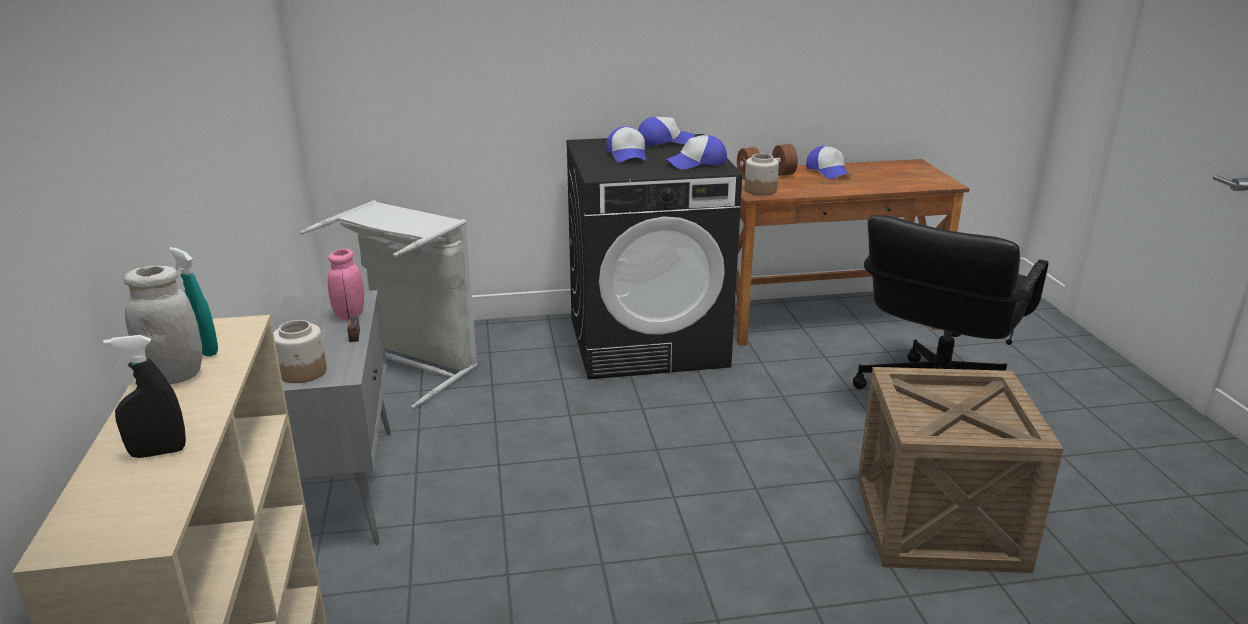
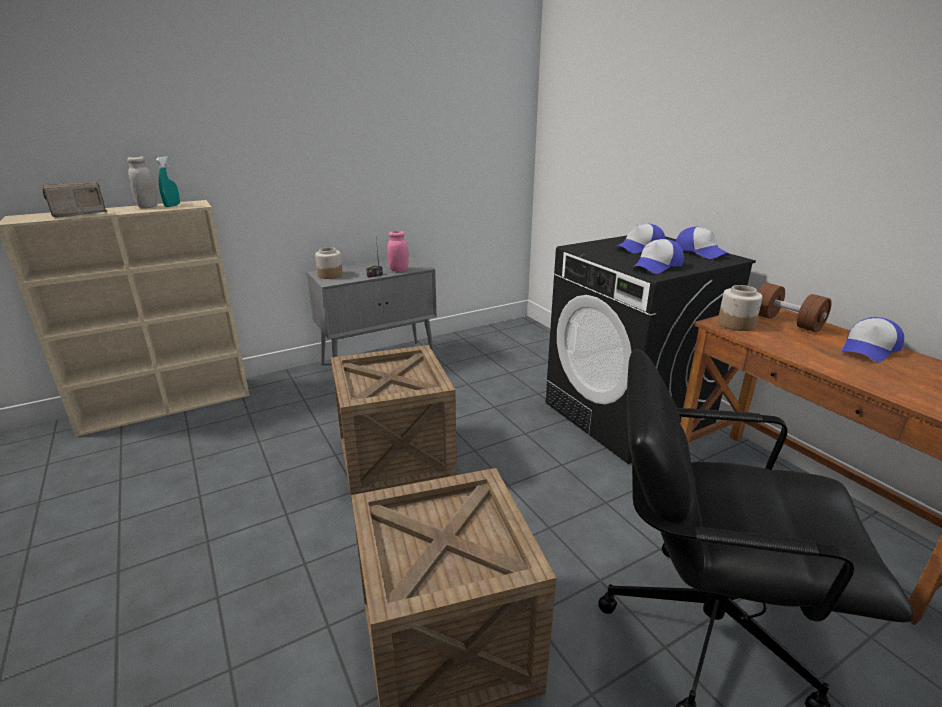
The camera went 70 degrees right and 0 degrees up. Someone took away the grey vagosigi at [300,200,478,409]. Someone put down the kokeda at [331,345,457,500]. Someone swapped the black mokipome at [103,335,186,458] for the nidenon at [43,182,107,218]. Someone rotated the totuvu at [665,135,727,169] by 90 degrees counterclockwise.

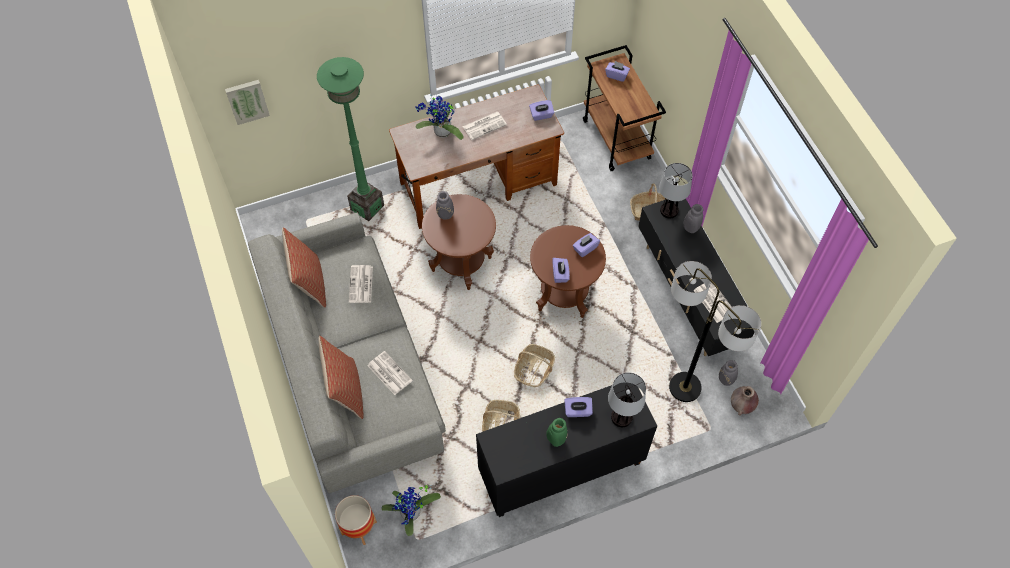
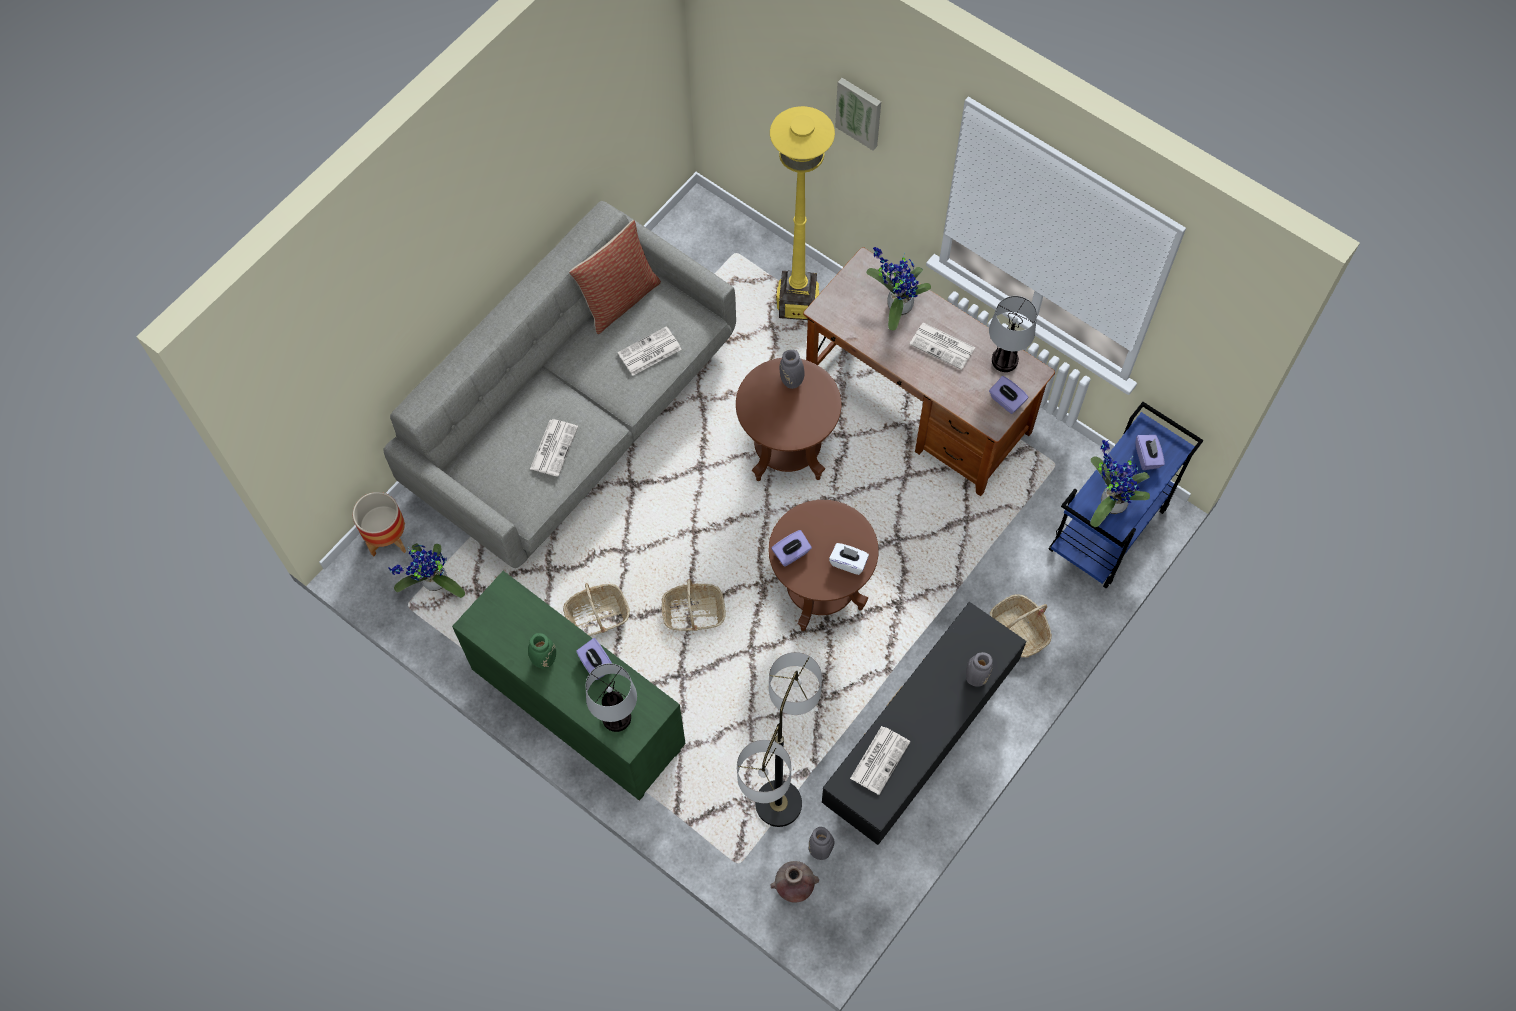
The camera went 60 degrees right and 5 degrees up. Someone took away the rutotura at [319,336,364,419]. Someone put down the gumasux at [1090,440,1150,527]. Someone carried the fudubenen from [225,80,270,125] to [835,78,881,150]. Someone carried the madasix from [659,163,693,218] to [989,296,1037,372]. Someone repainted the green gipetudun at [317,57,384,221], which became the yellow gipetudun at [770,106,835,320]. Someone repainted the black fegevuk at [476,382,657,517], which became the green fegevuk at [452,571,686,800]. Someone repainted the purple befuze at [573,233,600,257], which became the white befuze at [829,543,869,575]. Someone repainted the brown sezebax at [583,45,666,171], which became the blue sezebax at [1048,402,1204,588].

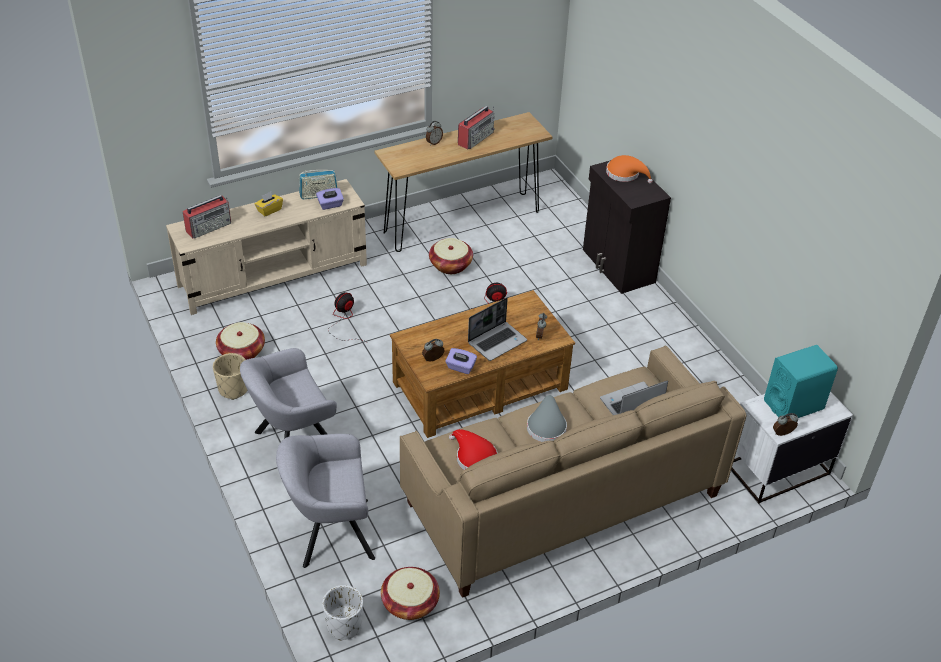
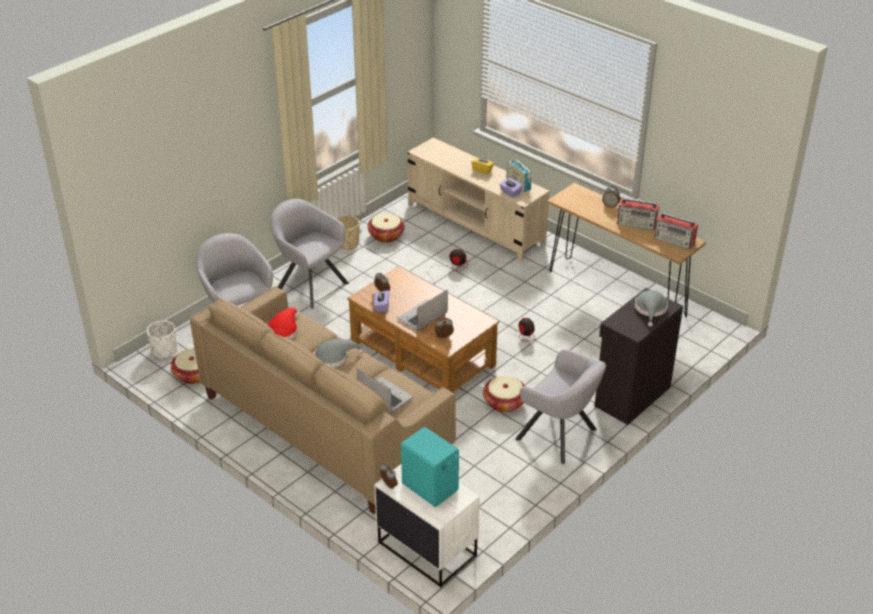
The camera went 70 degrees right and 5 degrees down. Someone put down the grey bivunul at [515,349,606,464]. Someone carried the nidenon from [182,195,231,239] to [654,213,698,249]. Someone carried the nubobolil from [429,238,473,274] to [483,376,525,412]. Someone repainted the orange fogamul at [606,155,653,184], which became the grey fogamul at [635,290,668,327]. Someone rotated the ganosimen at [468,298,527,361] by 105 degrees clockwise.

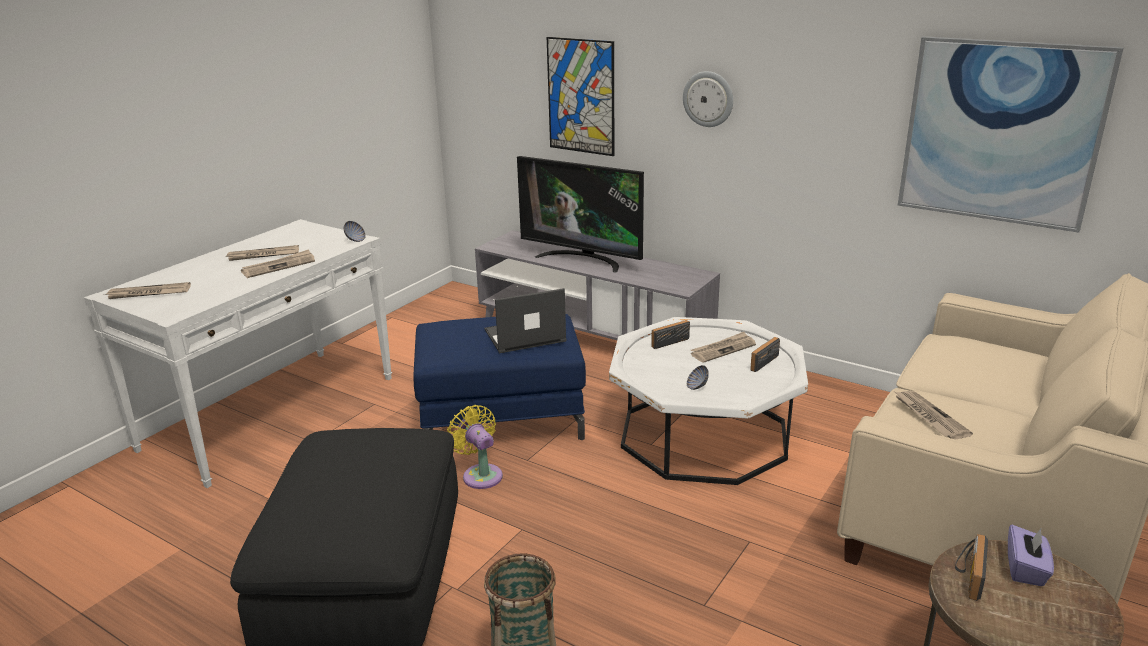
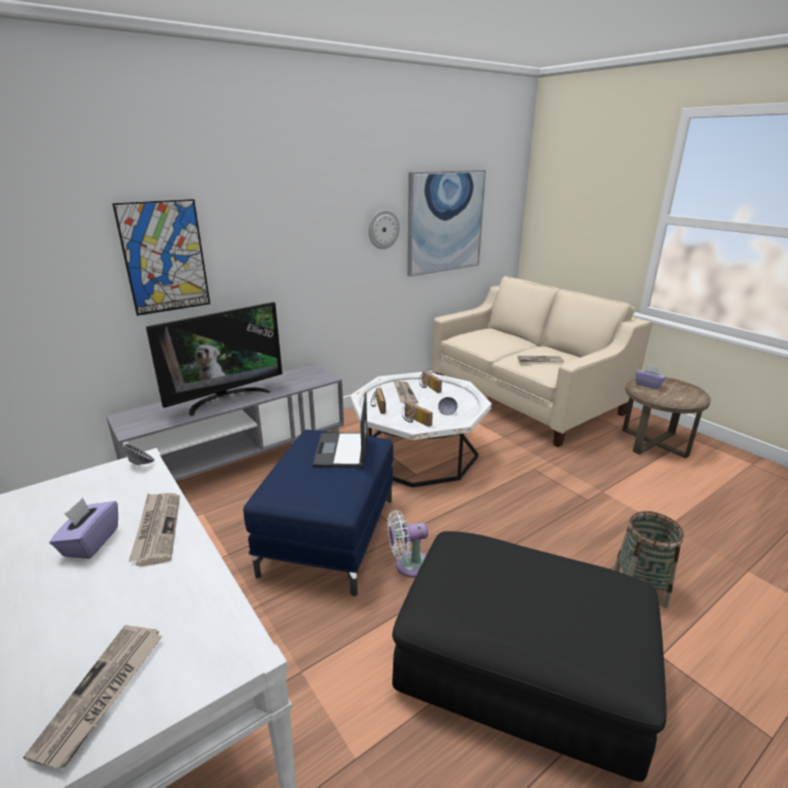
The camera went 70 degrees left and 0 degrees up. Someone carried the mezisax from [683,71,733,127] to [368,209,400,249]. Someone carried the nidenon from [955,534,988,601] to [402,402,433,427]. Someone swapped the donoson at [225,245,299,261] for the purple befuze at [50,498,118,559]. Someone repainted the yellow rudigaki at [447,405,503,489], which became the white rudigaki at [388,510,428,578].

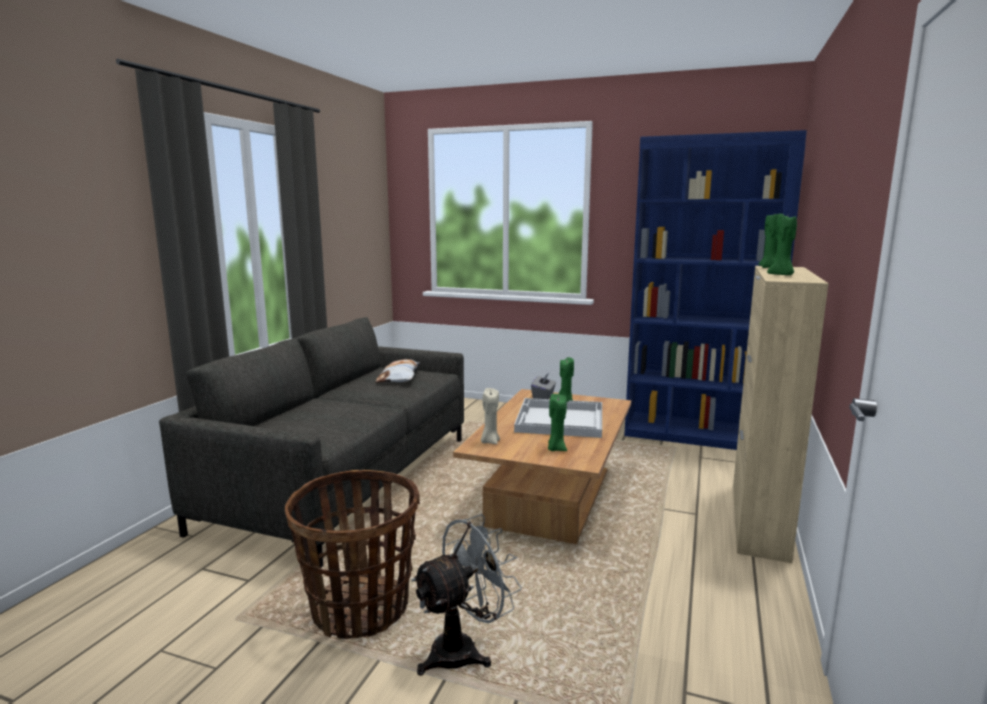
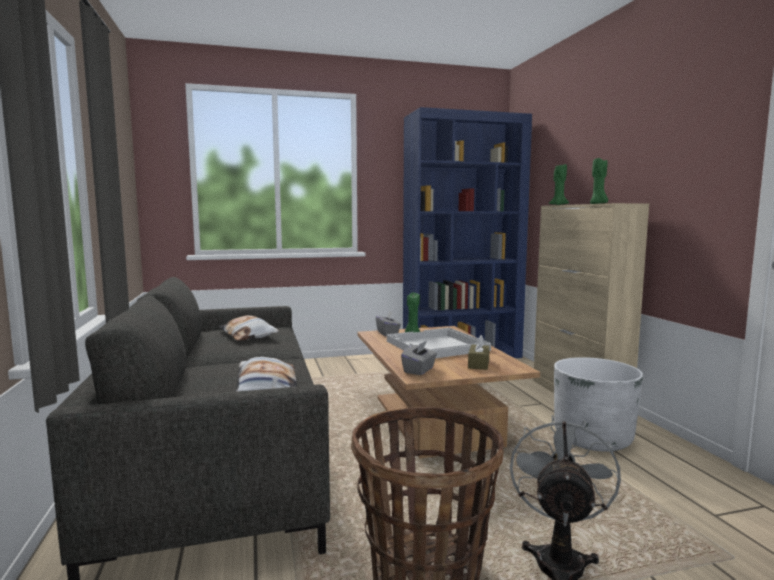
The camera went 35 degrees left and 5 degrees down. Someone put down the rutotura at [236,357,297,392]. Someone put down the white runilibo at [554,357,643,452]. Someone swapped the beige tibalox at [481,388,500,444] for the grey befuze at [401,341,437,375]. Someone swapped the green tibalox at [548,394,567,451] for the brown befuze at [468,335,490,370].

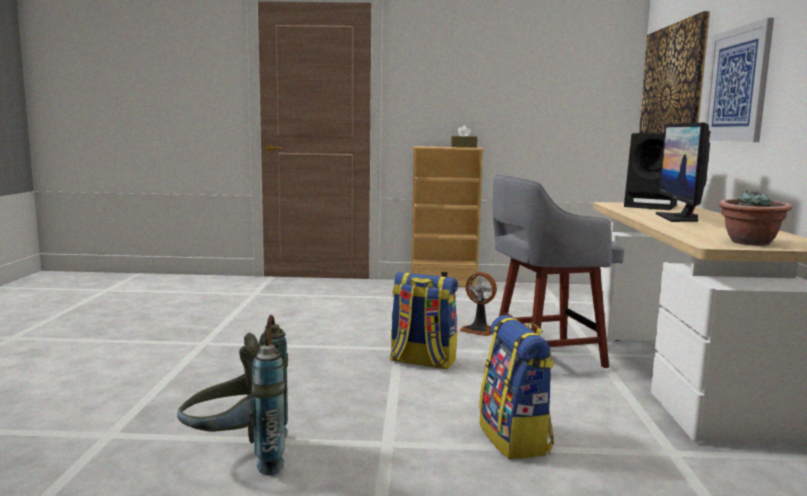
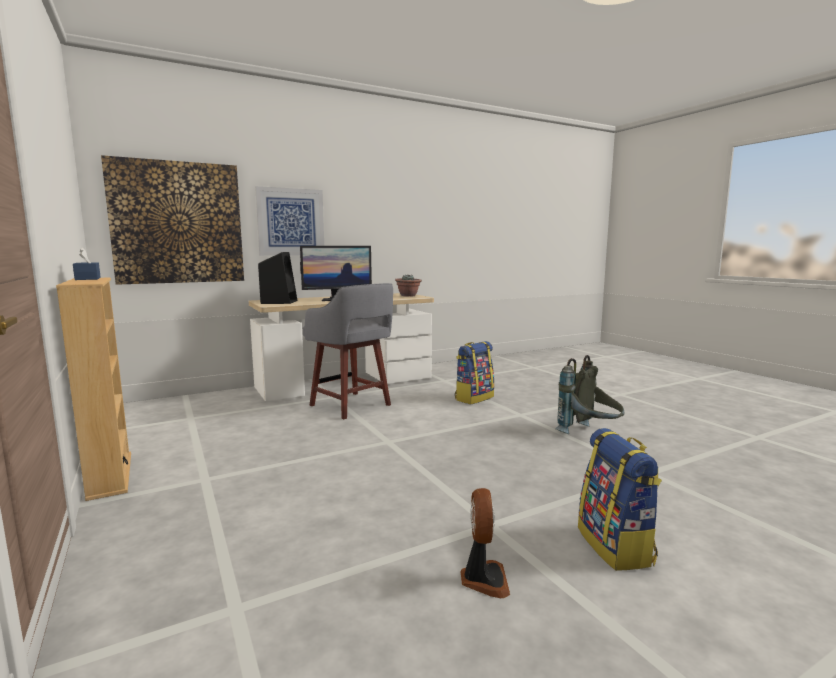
The camera went 120 degrees left and 0 degrees up. Someone carried the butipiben from [390,272,458,369] to [578,428,662,571]. Someone carried the rudigaki from [460,272,497,336] to [460,488,510,598]. Someone repainted the brown befuze at [451,125,477,148], which became the blue befuze at [73,248,100,280].

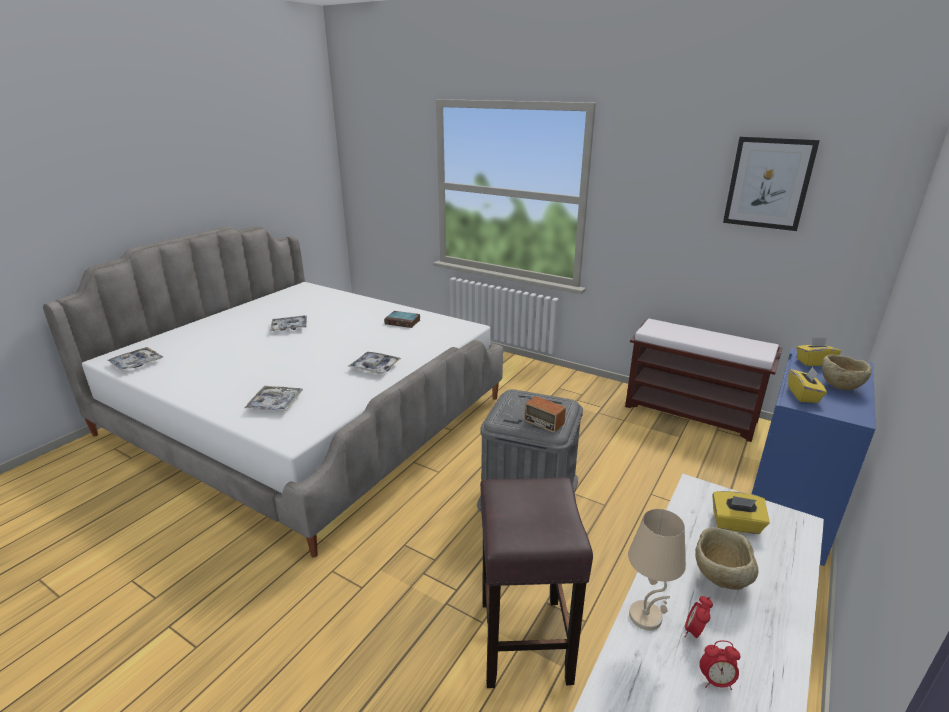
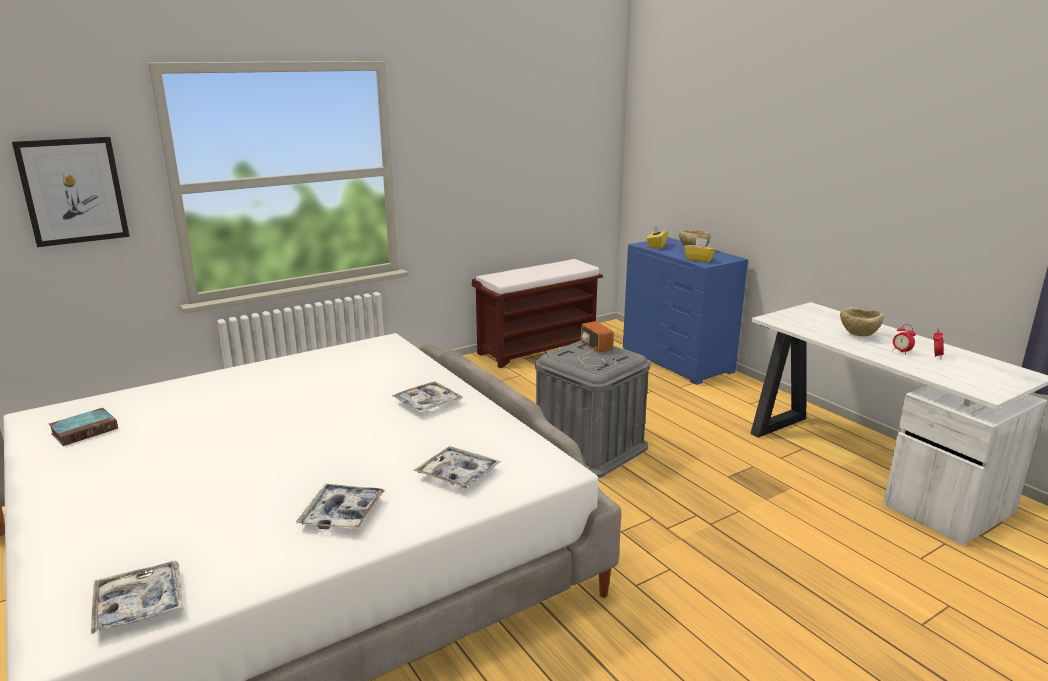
The camera went 65 degrees left and 5 degrees down. Someone took away the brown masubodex at [480,477,593,688]. Someone took away the beige madasix at [628,509,686,631]. Someone took away the yellow befuze at [712,491,770,534]. Someone carried the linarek from [270,315,307,331] to [296,484,385,529]. Someone carried the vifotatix from [384,311,420,328] to [49,408,118,446]. Someone carried the fudubenen from [723,136,820,231] to [12,137,130,247]. Someone rotated the nidenon at [508,395,566,433] by 90 degrees counterclockwise.

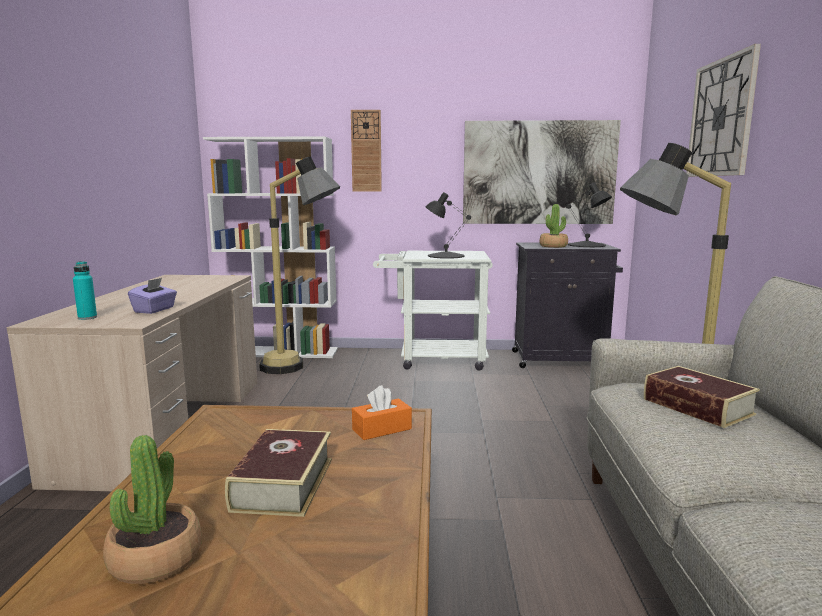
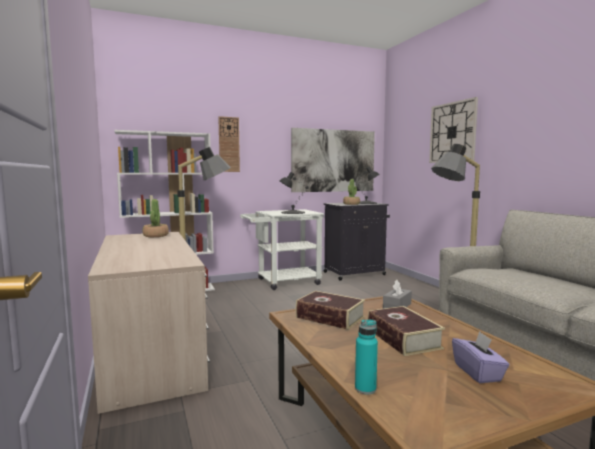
The camera went 25 degrees left and 5 degrees down. Someone carried the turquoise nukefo from [73,261,97,320] to [355,320,378,394]. Someone carried the gumasux from [103,435,202,584] to [142,199,169,237]. Someone carried the purple befuze from [128,278,177,314] to [452,331,509,383]. Someone carried the vifotatix from [644,366,760,428] to [296,291,365,330]. Someone repainted the orange befuze at [352,385,412,440], which became the grey befuze at [383,280,412,309].

